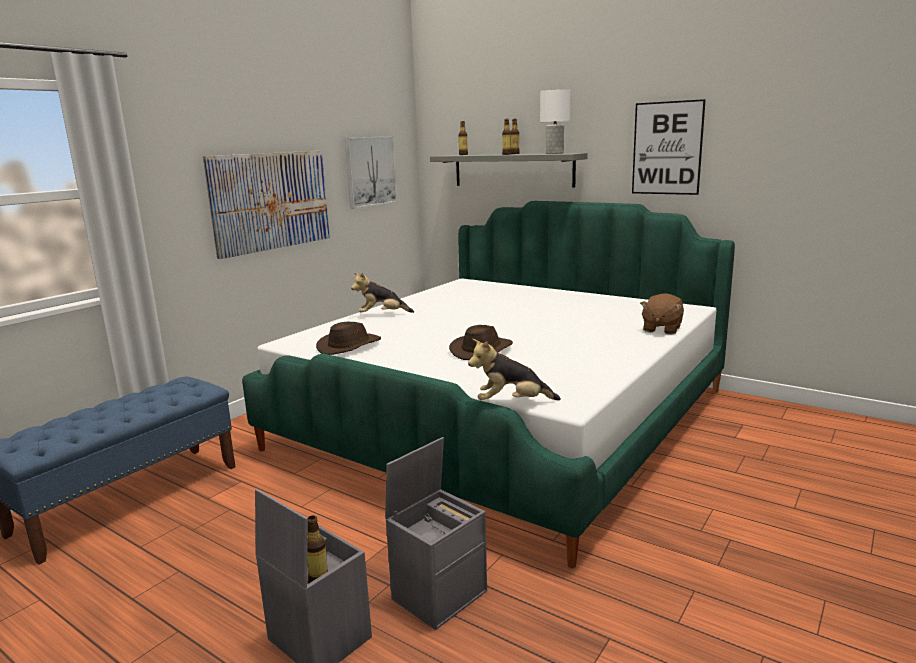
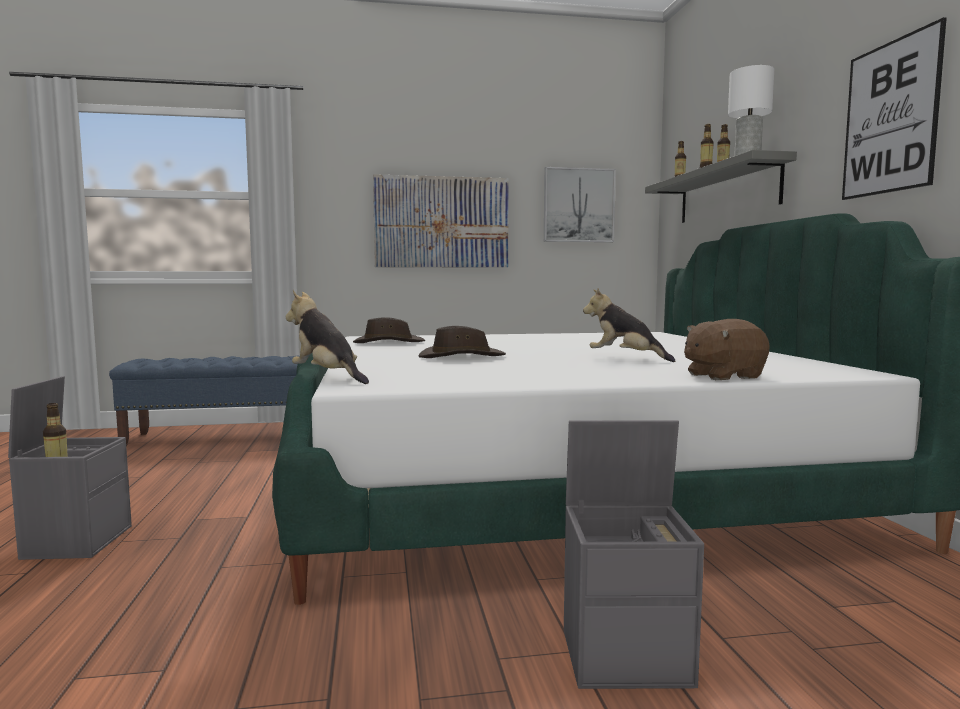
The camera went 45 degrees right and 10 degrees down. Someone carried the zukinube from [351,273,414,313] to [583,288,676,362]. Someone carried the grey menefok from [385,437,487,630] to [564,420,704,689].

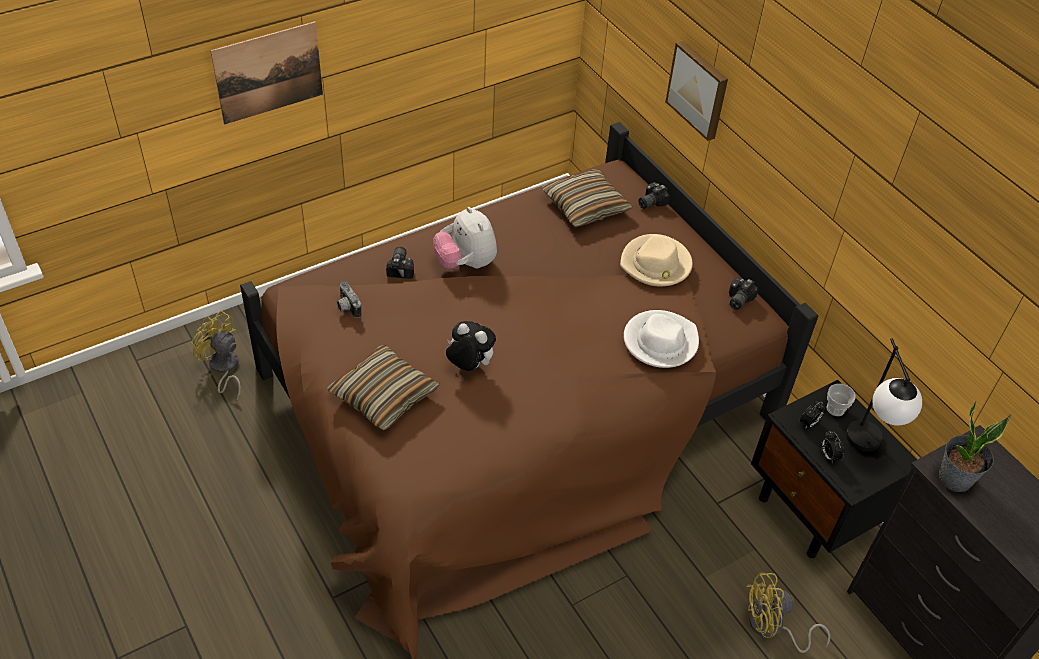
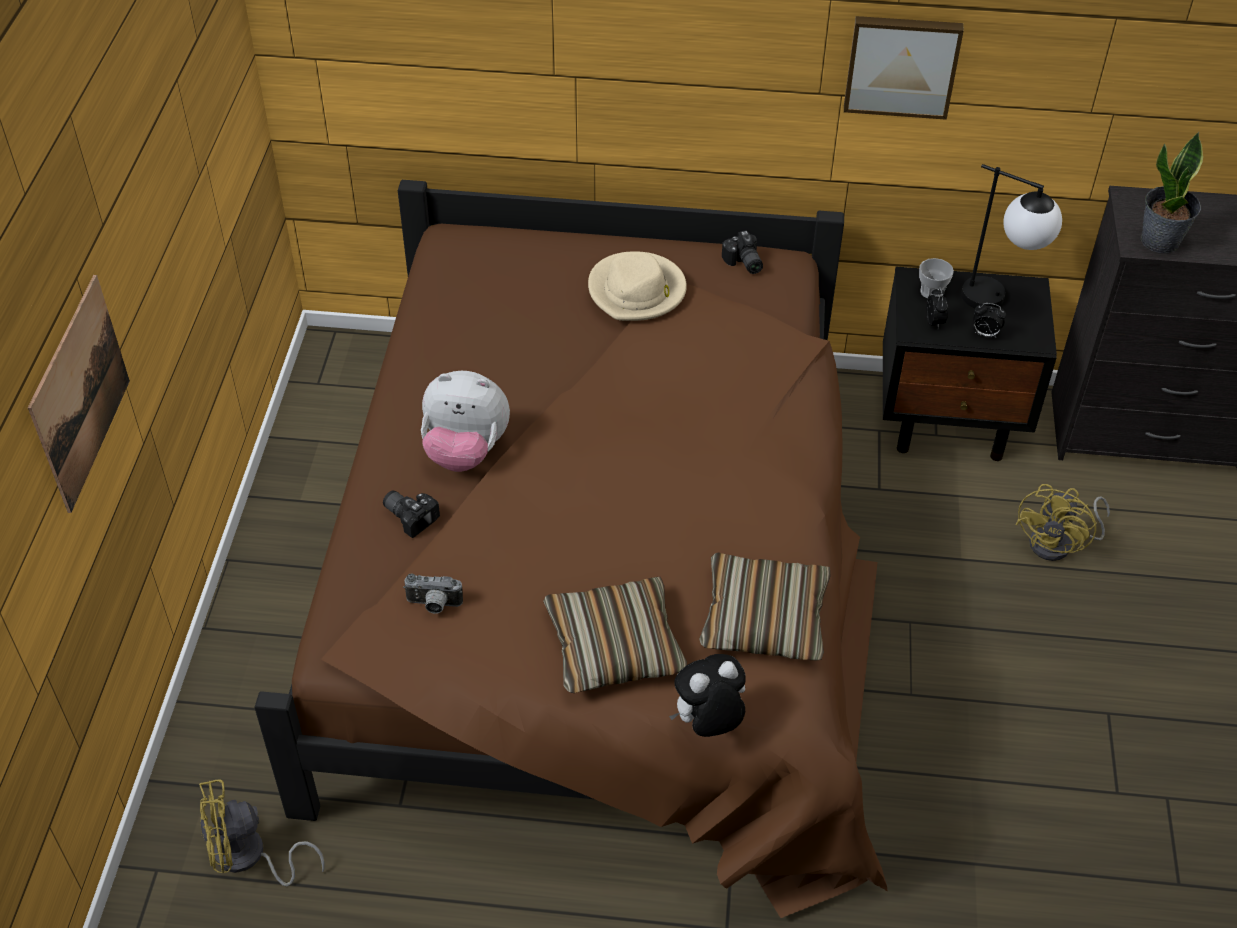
The camera went 50 degrees left and 0 degrees up. Someone took away the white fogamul at [624,310,699,368]. Someone took away the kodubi at [638,182,670,209]. Someone carried the zukinube from [446,321,496,371] to [669,654,746,737]. Someone carried the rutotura from [542,169,633,228] to [699,553,831,660]. Someone carried the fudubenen from [665,41,728,141] to [844,16,964,120].

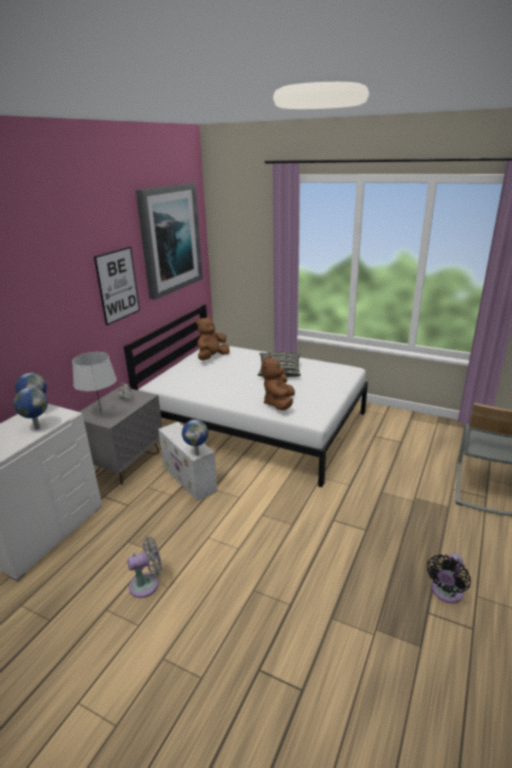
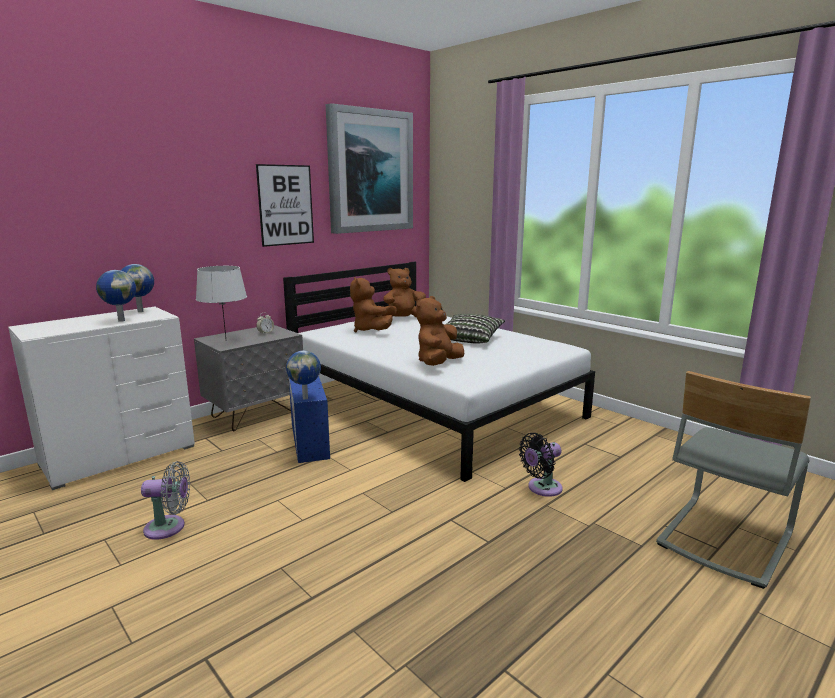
The camera went 20 degrees right and 10 degrees down. Someone put down the brown zukinube at [350,277,393,332]. Someone carried the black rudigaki from [427,553,471,603] to [519,433,563,497]. Someone repainted the white menefok at [158,422,218,501], which became the blue menefok at [289,376,330,463].

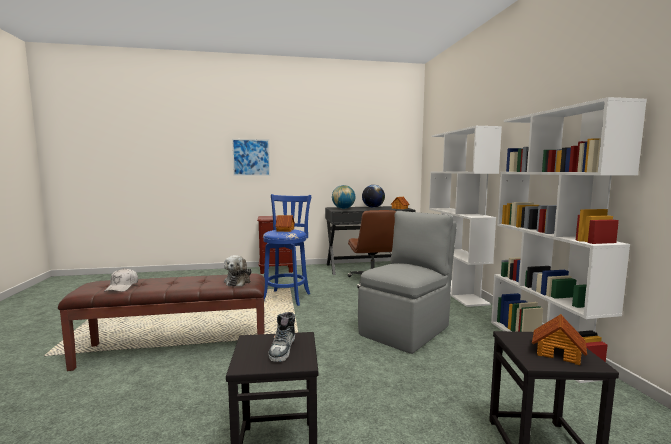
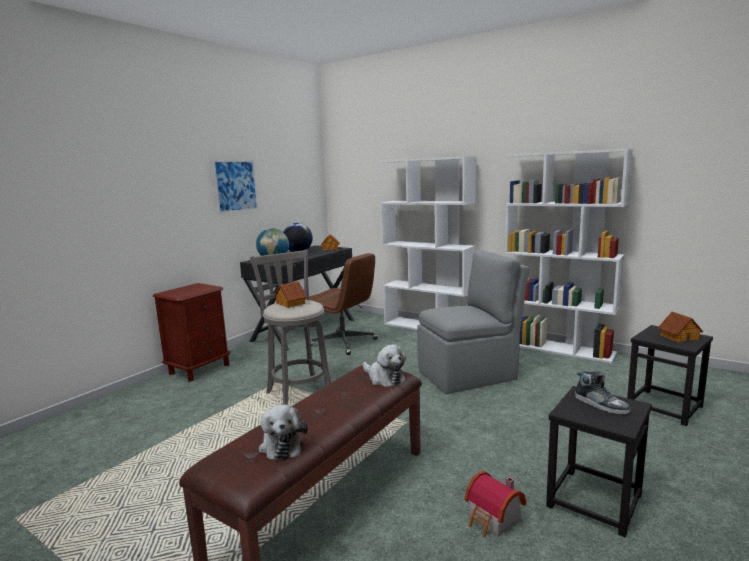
The camera went 45 degrees left and 5 degrees up. Someone put down the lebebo at [465,471,526,537]. Someone carried the fudubenen from [232,139,270,176] to [213,160,258,214]. Someone swapped the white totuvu at [104,268,138,292] for the zukinube at [258,405,308,461]. Someone repainted the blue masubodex at [263,194,311,306], which became the grey masubodex at [250,249,331,405]. Someone rotated the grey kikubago at [358,211,457,354] by 75 degrees clockwise.

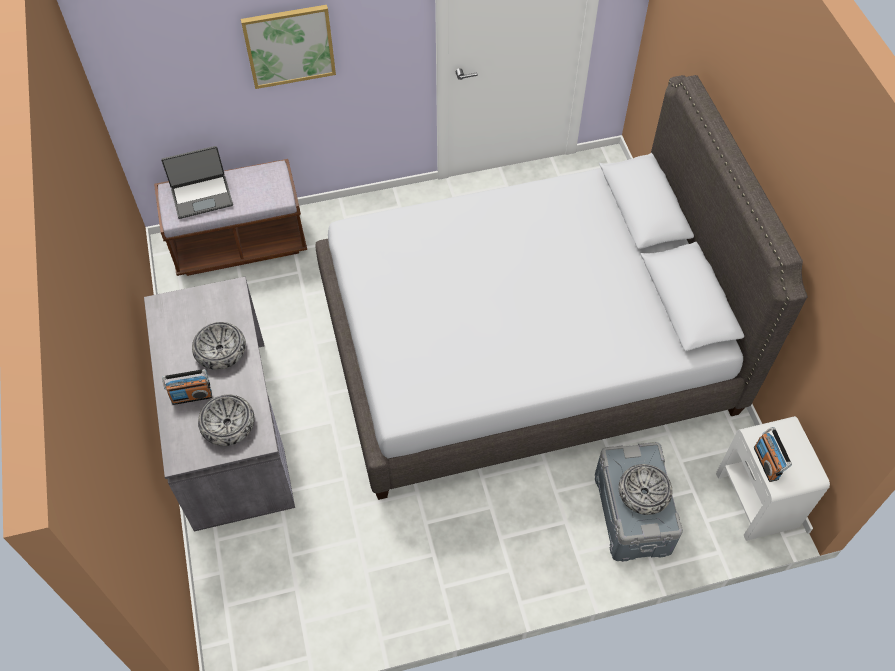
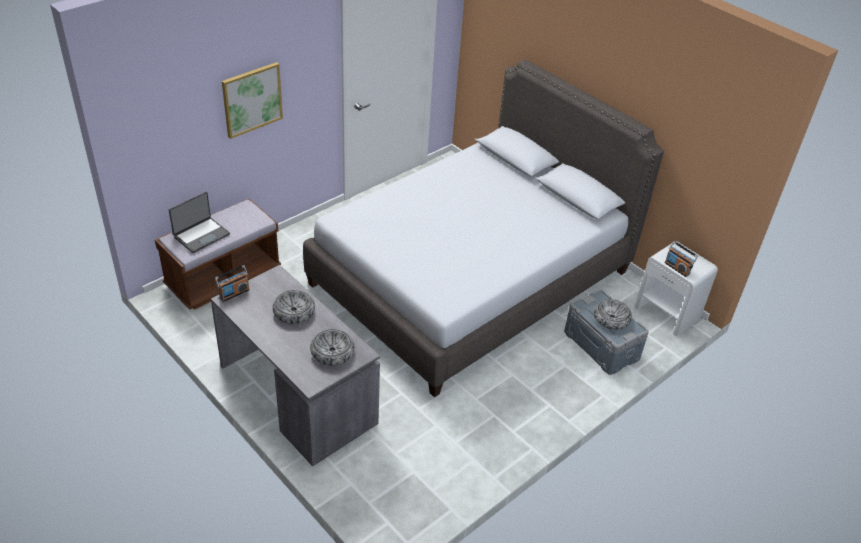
The camera went 30 degrees left and 15 degrees down. Someone carried the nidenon from [162,369,212,405] to [215,265,250,302].

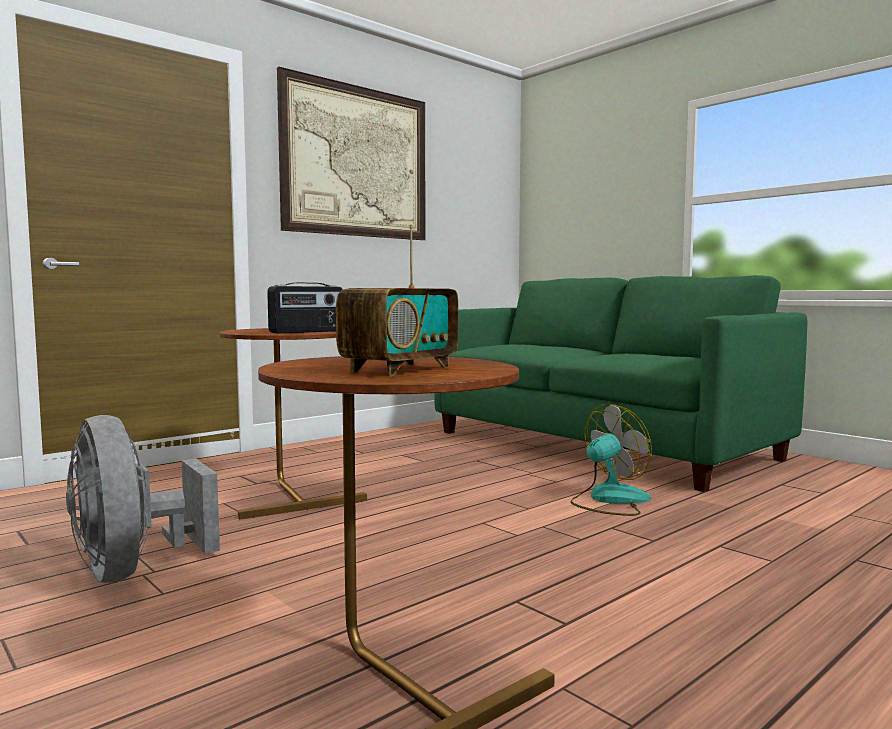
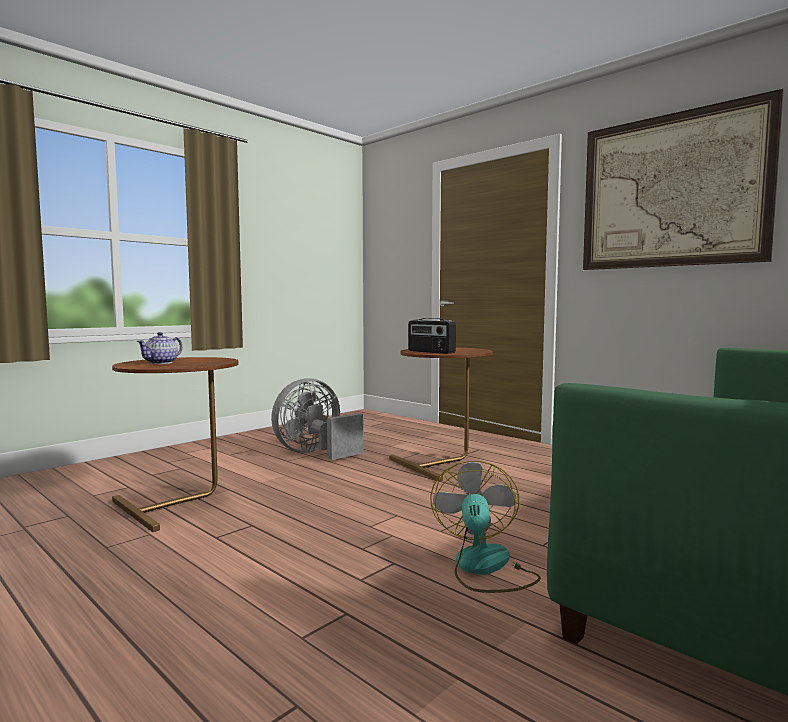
The camera went 85 degrees right and 0 degrees up. Someone swapped the nidenon at [336,225,458,376] for the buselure at [137,332,183,364]. Someone rotated the rudigaki at [570,404,652,516] by 135 degrees counterclockwise.

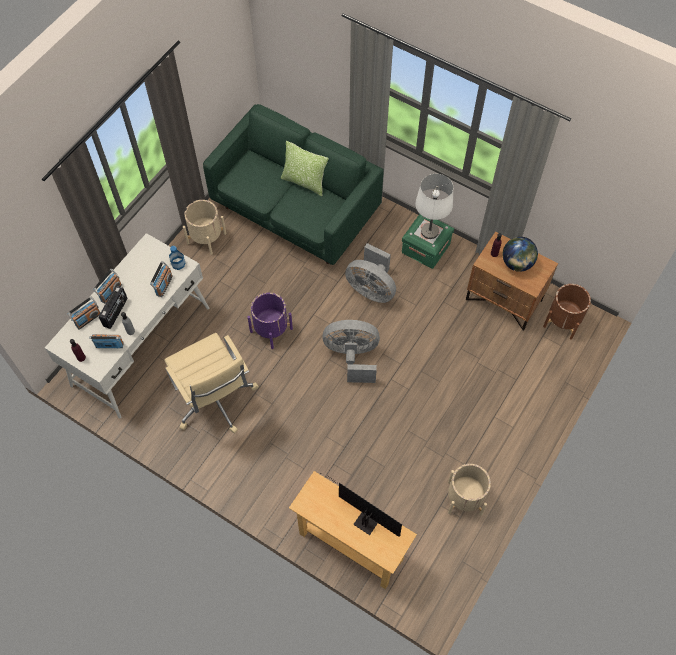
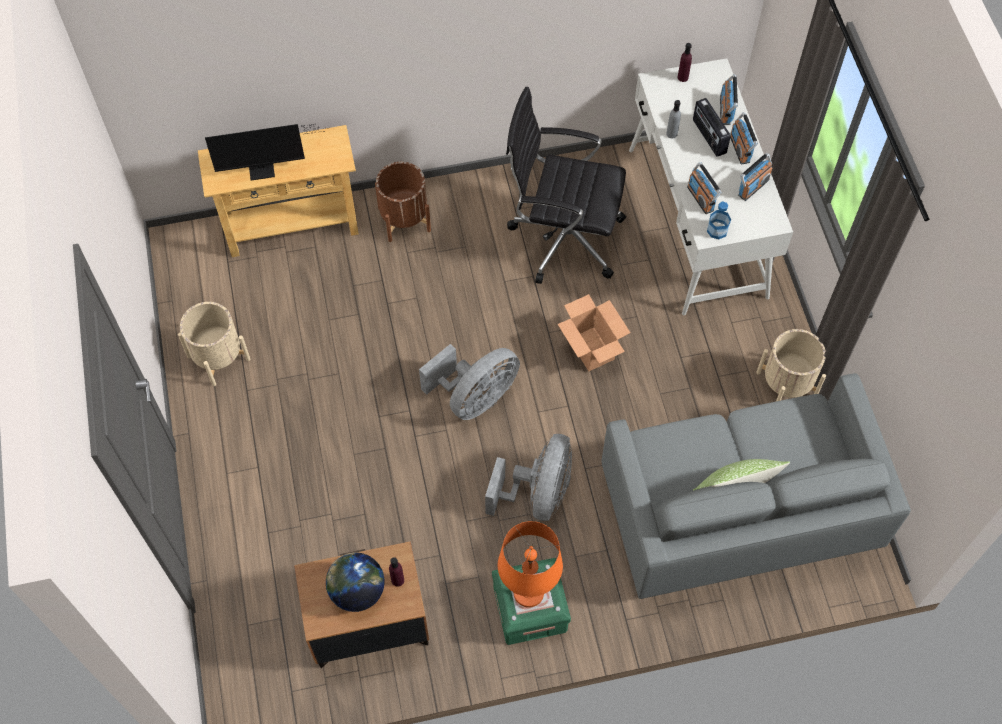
The camera went 135 degrees right and 0 degrees up. Someone carried the nidenon from [89,334,124,348] to [738,153,772,201]. Someone carried the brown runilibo from [543,284,591,340] to [375,162,431,242]. Someone swapped the purple runilibo at [247,293,293,349] for the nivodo at [558,294,631,371]. Someone repainted the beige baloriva at [164,333,259,434], which became the black baloriva at [506,87,626,284]. Someone repainted the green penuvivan at [203,104,384,265], which became the grey penuvivan at [602,373,911,599]. Someone repainted the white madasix at [415,174,453,239], which became the orange madasix at [498,521,563,608]. Someone rotated the grey rudigaki at [345,243,396,303] by 120 degrees clockwise.

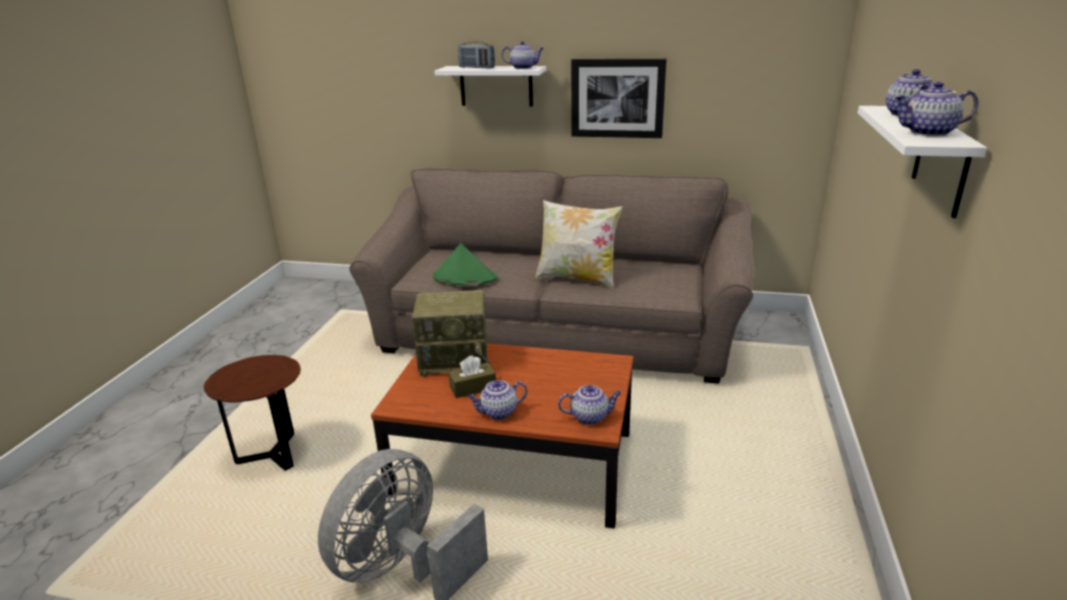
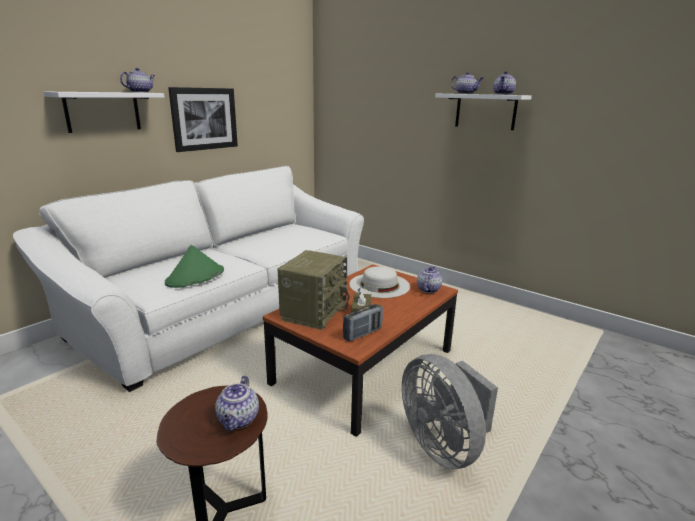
The camera went 65 degrees left and 5 degrees down. Someone took away the rutotura at [535,200,622,289]. Someone put down the white fogamul at [349,266,410,298]. Someone carried the nidenon from [458,42,495,69] to [343,304,383,342]. Someone carried the buselure from [467,380,527,420] to [215,376,259,431]. Someone repainted the brown penuvivan at [349,168,754,384], which became the white penuvivan at [13,166,364,392].

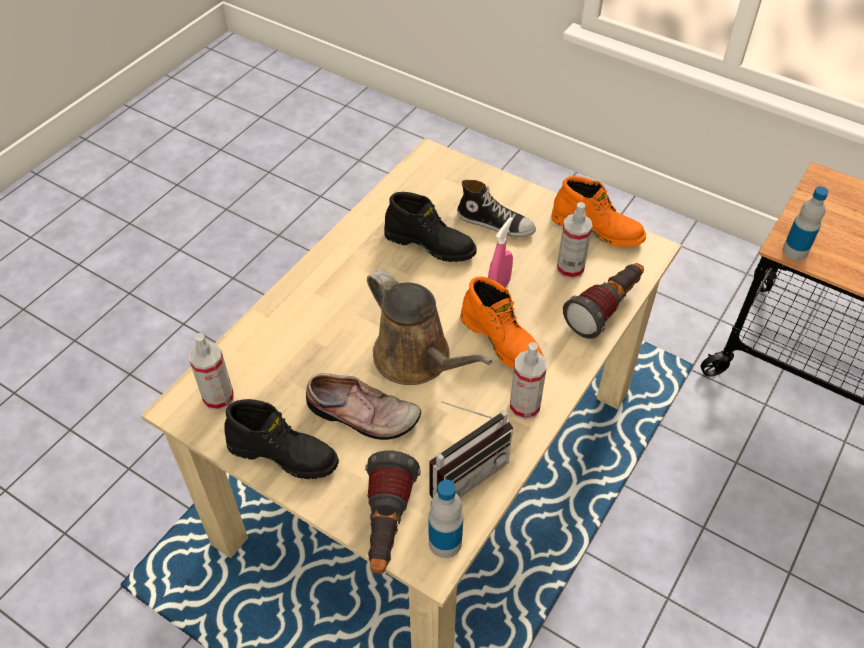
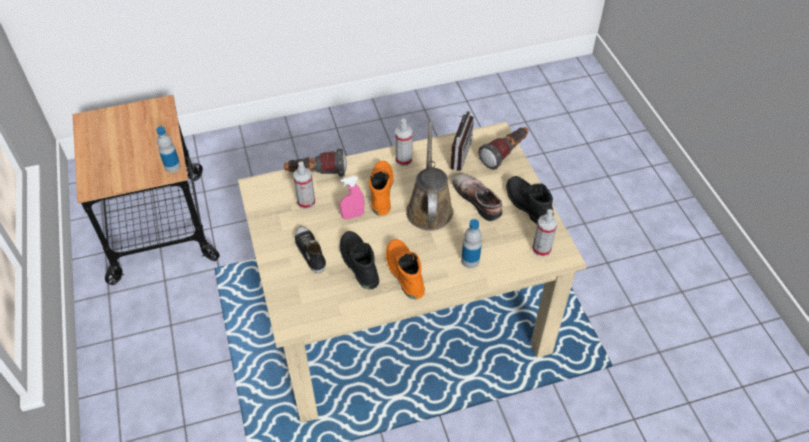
The camera went 140 degrees left and 0 degrees up. Someone carried the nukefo from [429,480,463,558] to [461,219,482,268]. Someone carried the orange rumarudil from [551,176,646,247] to [386,239,425,299]. Someone rotated the nidenon at [429,401,513,498] by 105 degrees clockwise.

